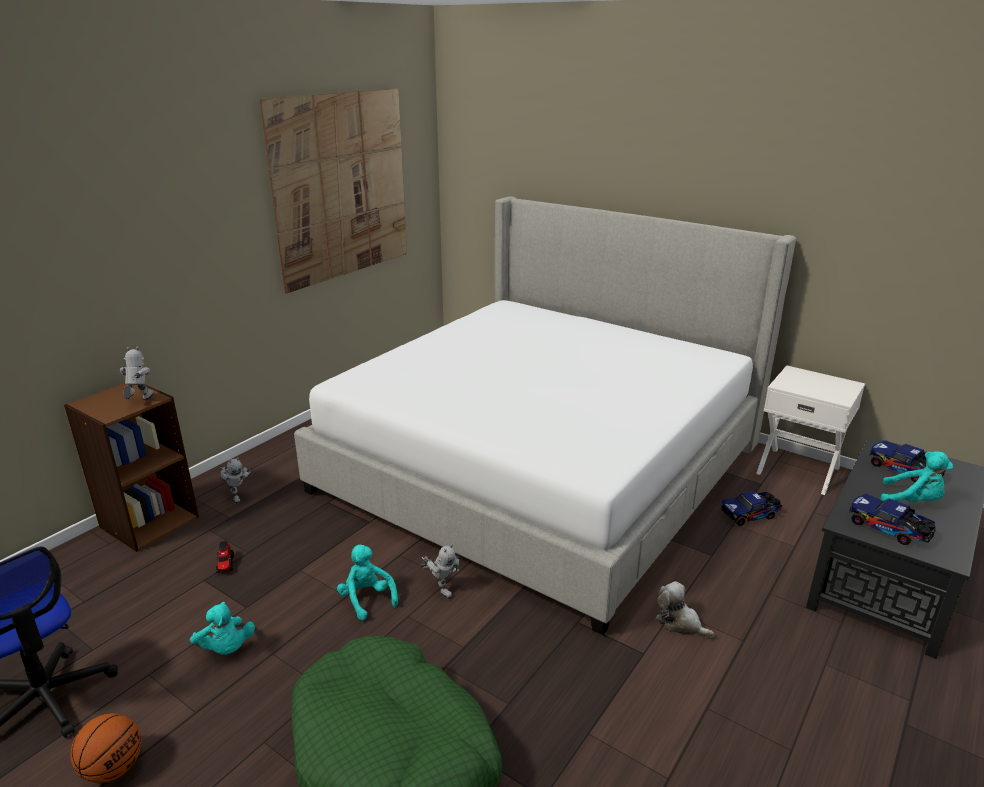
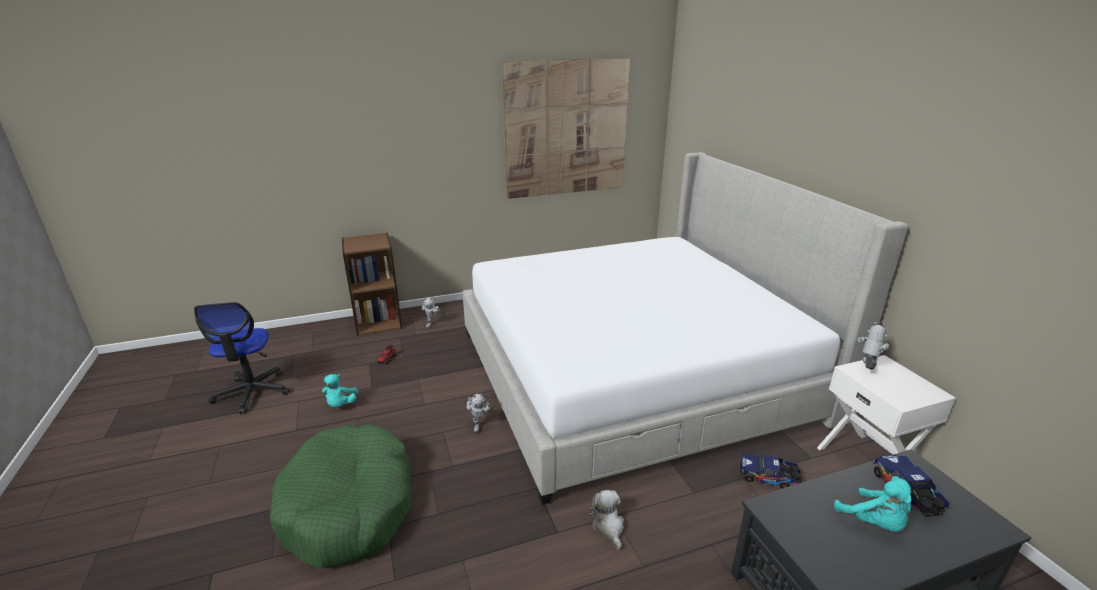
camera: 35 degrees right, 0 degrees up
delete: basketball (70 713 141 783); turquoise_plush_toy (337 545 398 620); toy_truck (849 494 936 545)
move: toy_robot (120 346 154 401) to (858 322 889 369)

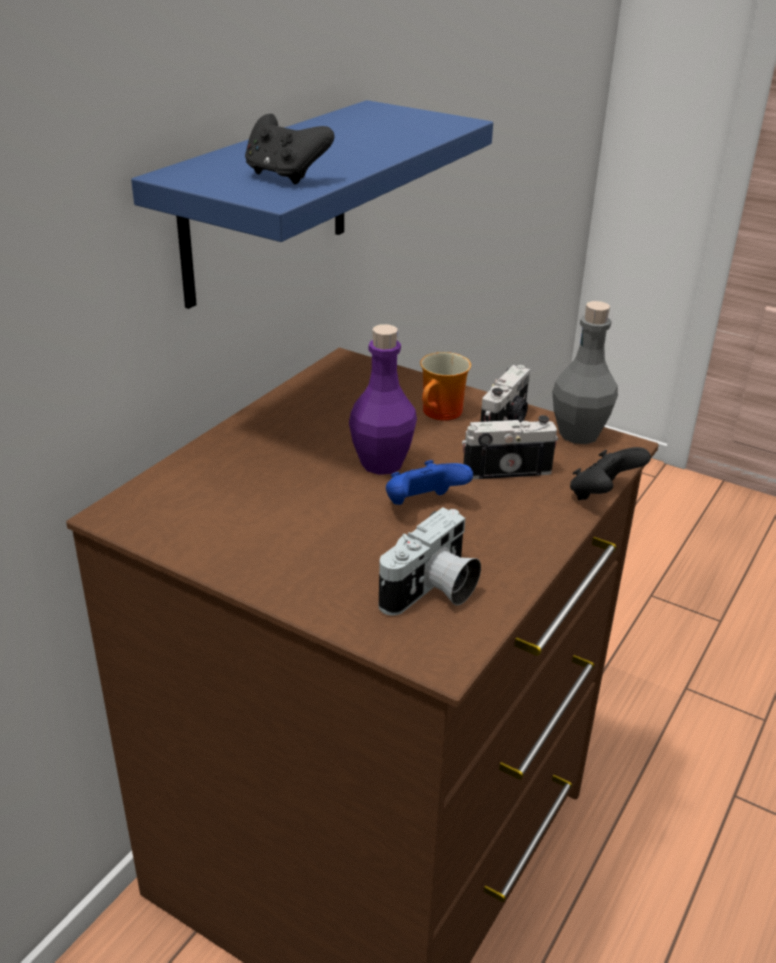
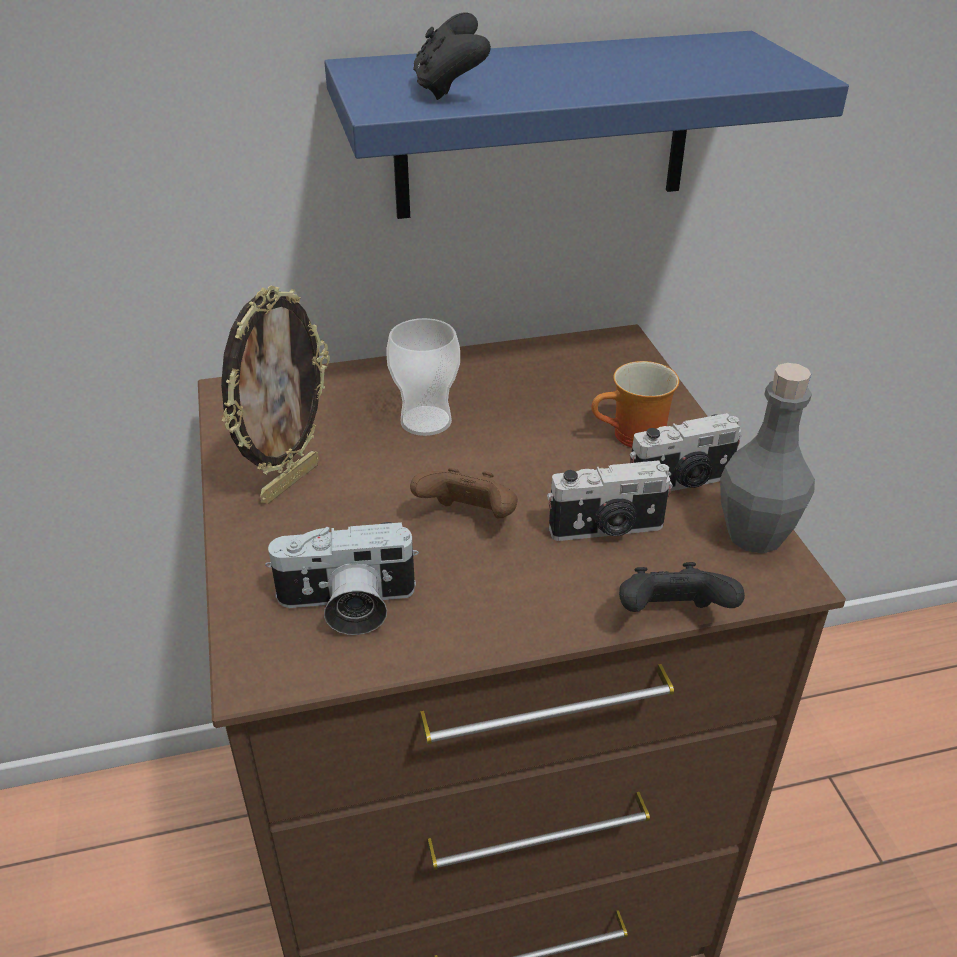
camera: 45 degrees right, 5 degrees up
delete: purple_bottle (349 324 417 475)
insert: picture_frame (221 286 330 504); cup (386 318 460 436)
recolor: blue_game_controller (386 460 473 505) to brown_game_controller (410 468 518 518)
rotate: photo_camera (462 415 558 479) = (547 460 673 541) 135 degrees clockwise

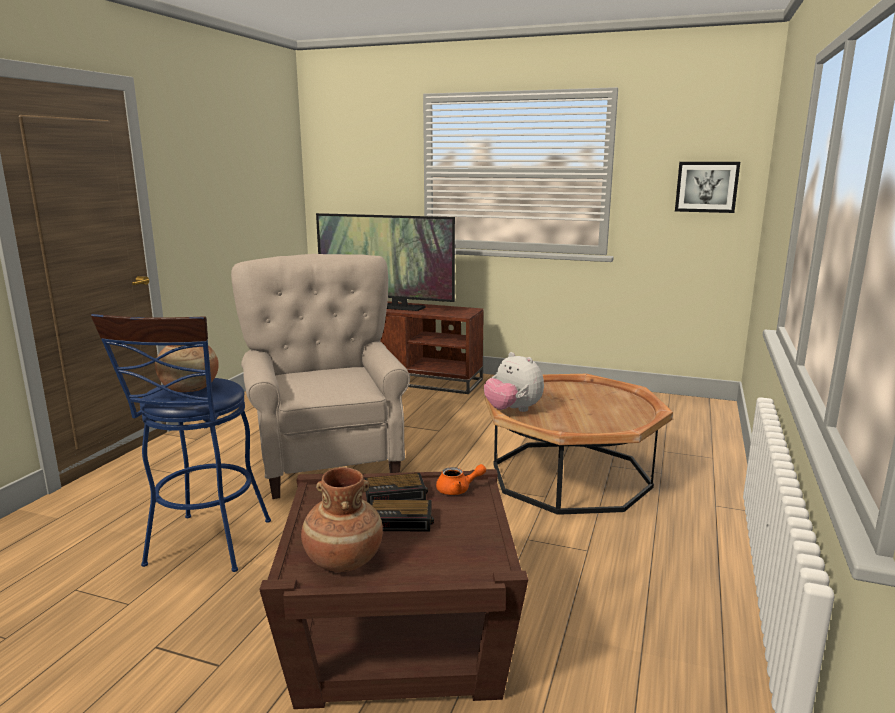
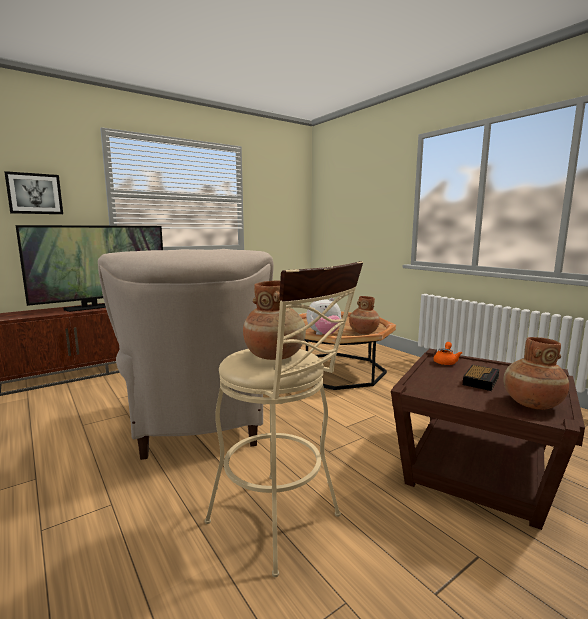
camera: 55 degrees left, 5 degrees down
delete: alarm_clock (365 473 428 504)
insert: brown_vase (349 296 380 334)
move: picture (675 162 740 213) to (4 171 63 214)
recolor: blue_stool (91 314 271 572) to beige_stool (205 261 363 577)
rotate: beige_armchair (231 254 410 499) = (98 249 274 460) 120 degrees counterclockwise

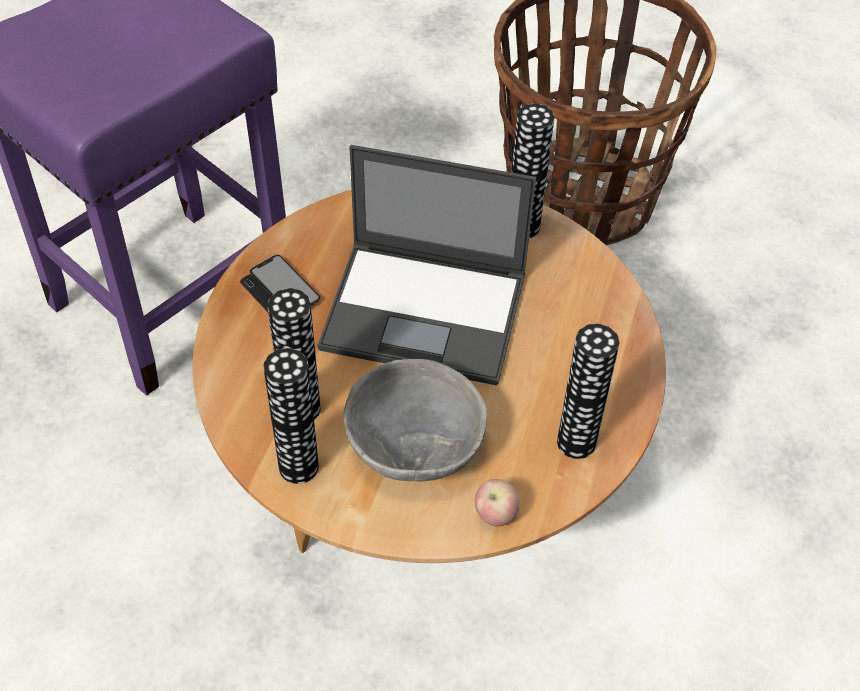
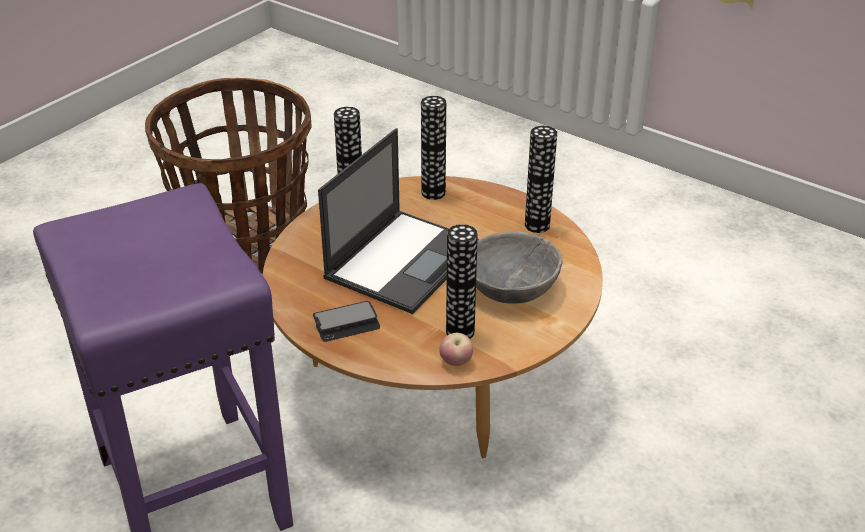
camera: 70 degrees left, 15 degrees down
move: vase (263 348 319 484) to (421 96 446 200); apple (475 479 520 527) to (439 333 473 366)

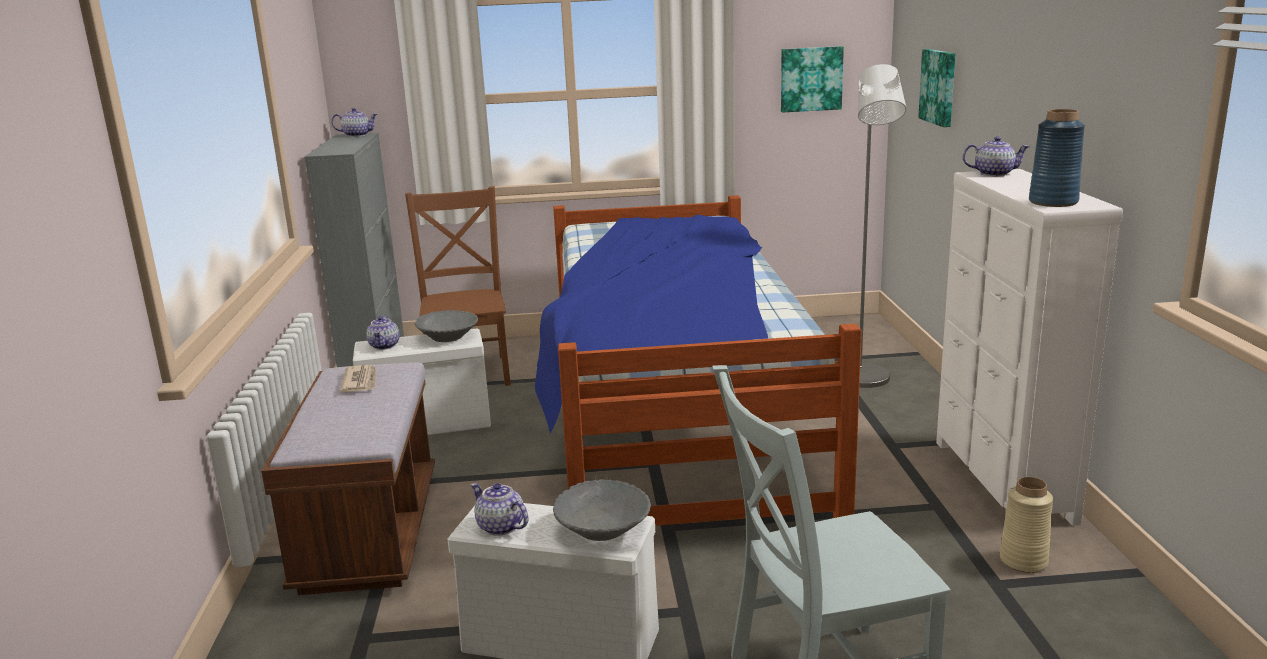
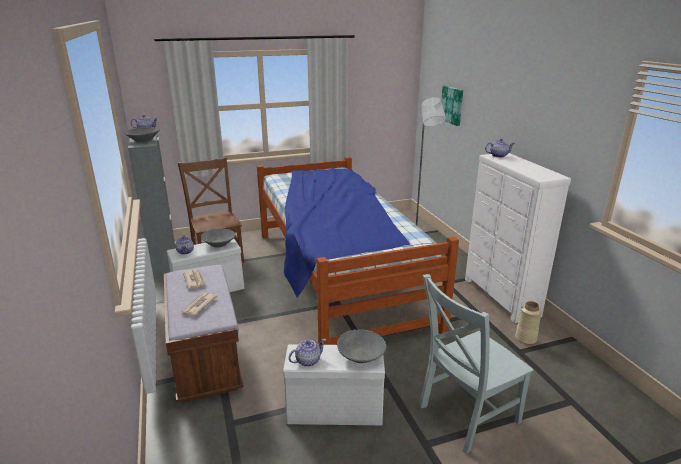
camera: 15 degrees left, 5 degrees up
delete: picture (781 46 844 112); blue_vase (1029 109 1085 207)
insert: grey_bowl (124 127 160 142); newspaper (180 293 217 316)
rotate: teapot (470 483 528 536) = (289 339 326 367) 120 degrees clockwise

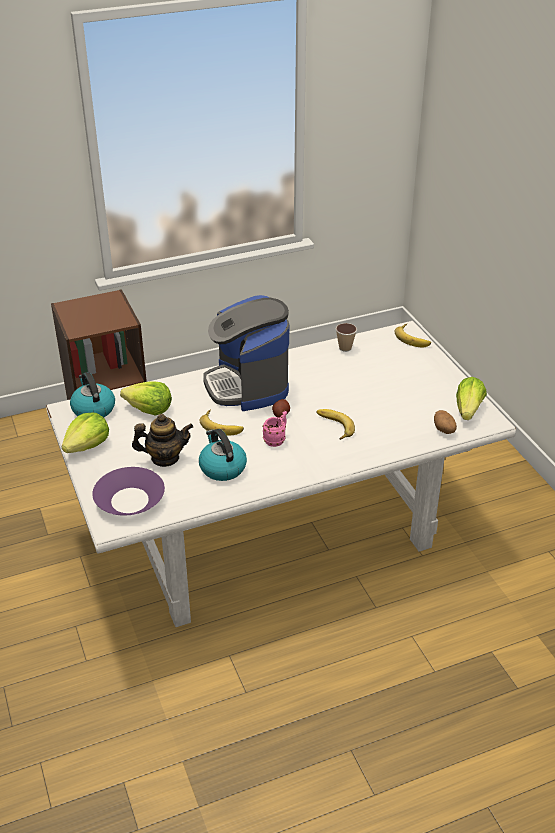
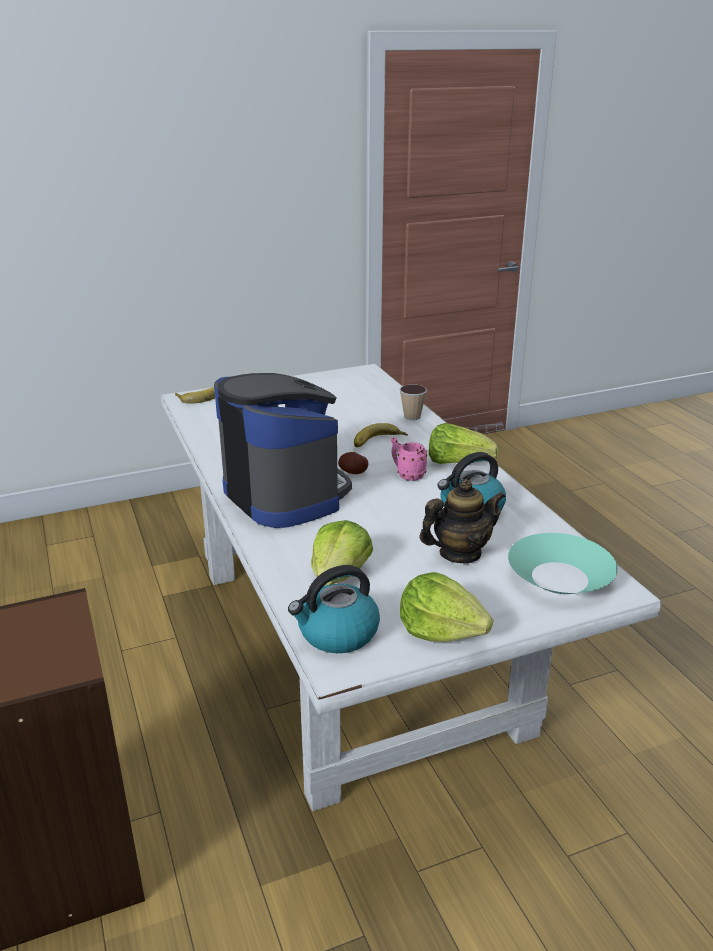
camera: 90 degrees left, 10 degrees down
delete: banana (200 409 244 436); potato (434 410 457 434)
move: cup (336 323 357 352) to (400 384 427 420); lettuce (456 377 487 420) to (429 423 498 464)
recolor: purple_bowl (92 467 165 515) to turquoise_bowl (508 533 618 594)
rotate: teapot (132 414 193 467) = (419 479 506 564) 75 degrees clockwise; coffee_machine (203 295 289 411) = (214 373 352 528) 105 degrees counterclockwise

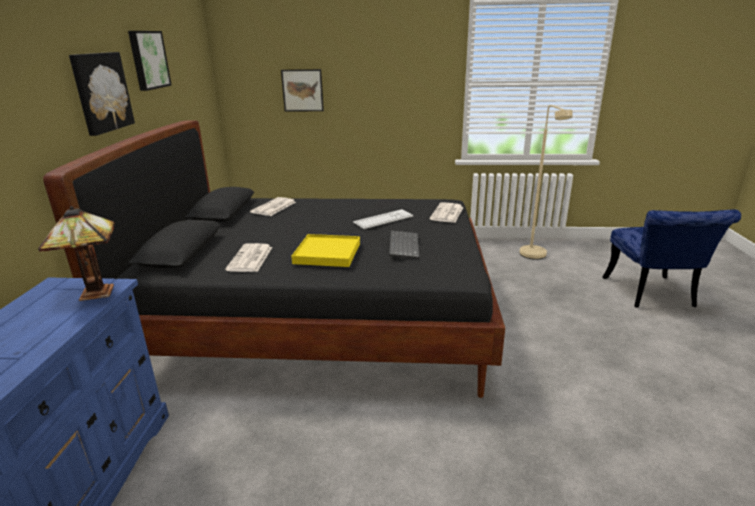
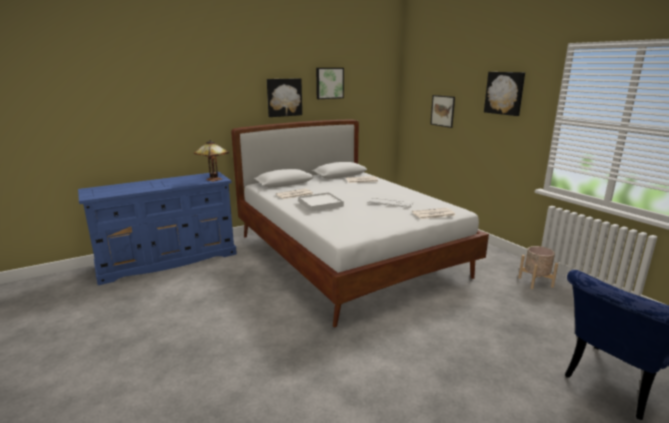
camera: 55 degrees right, 5 degrees down
delete: keyboard (389 231 419 259); beige_floor_lamp (519 105 573 260)
insert: picture (484 72 525 116); beige_planter (518 246 558 289)
recolor: black_bed (43 120 505 398) to white_bed (231 120 489 327); yellow_tray (291 234 360 267) to white_tray (298 192 344 212)

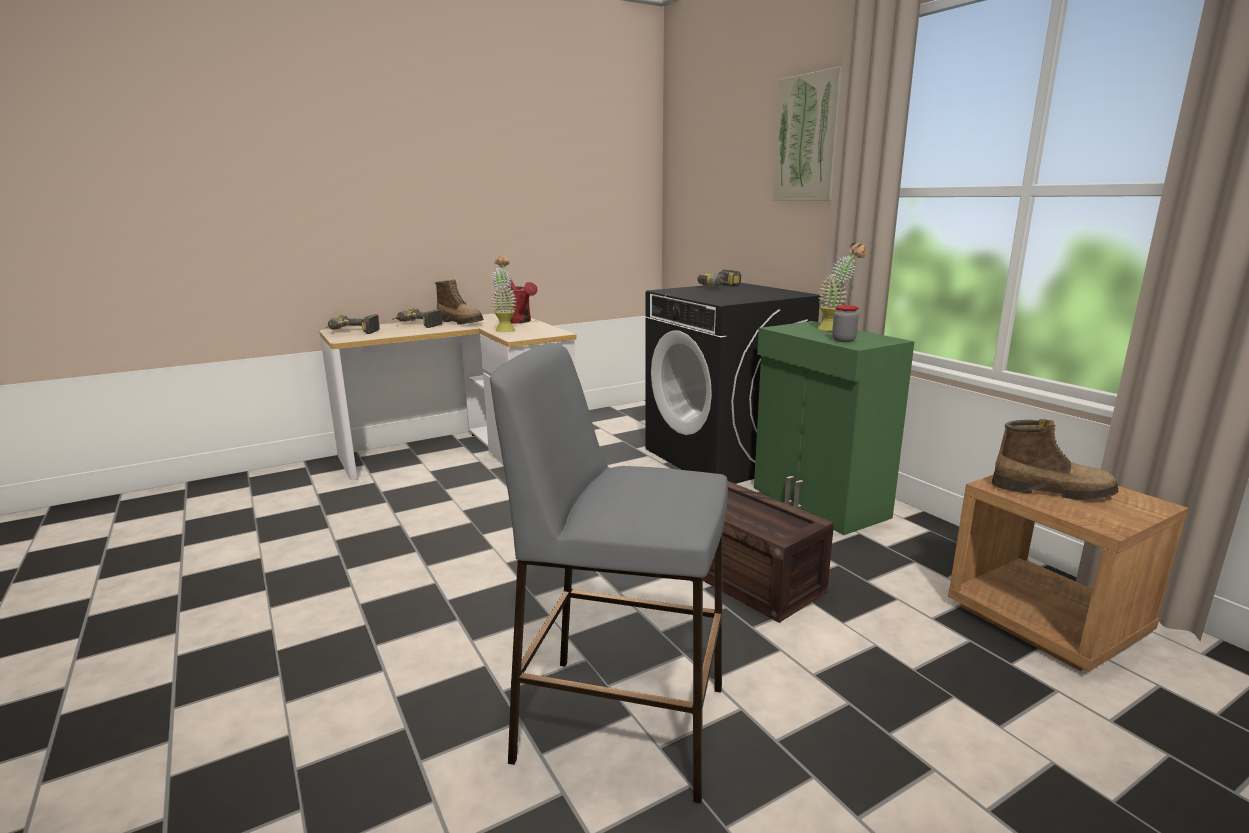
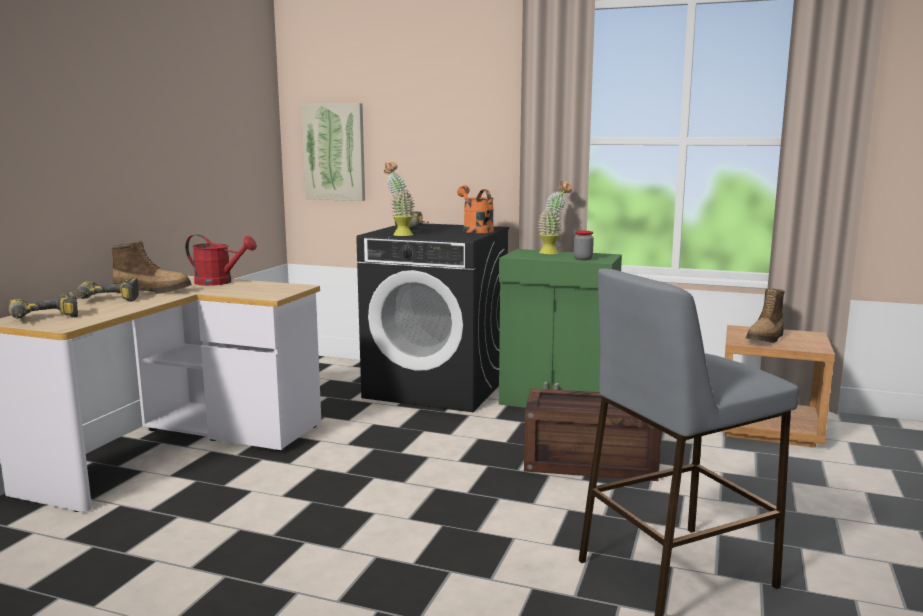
camera: 40 degrees left, 5 degrees down
insert: orange_watering_can (457 185 494 233)
move: potted_plant (491 255 517 332) to (384 162 415 236); picture (773 66 842 200) to (301 103 365 201)
rotate: boot (991 419 1118 500) = (746 289 785 343) 150 degrees clockwise

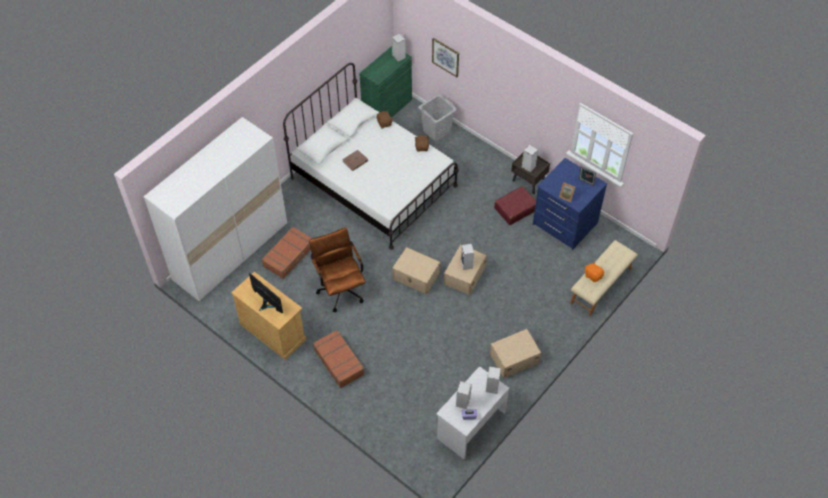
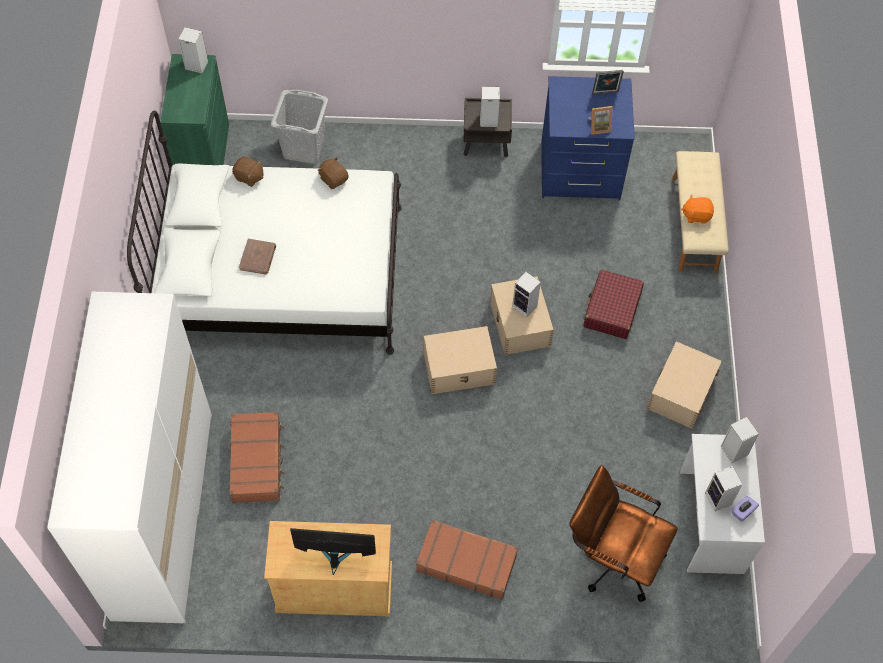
camera: 40 degrees left, 5 degrees up
delete: picture (432 38 459 77)
move: brown_office_chair (309 228 365 312) to (569 465 678 602); red_suitcase (494 186 536 225) to (583 270 644 339)

